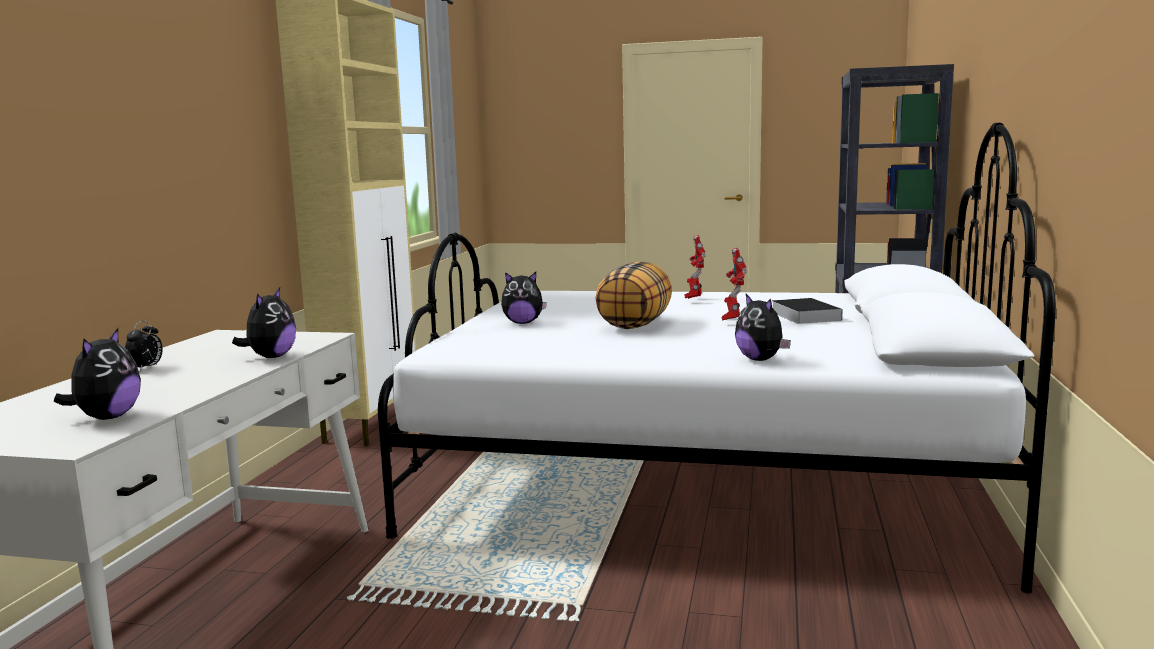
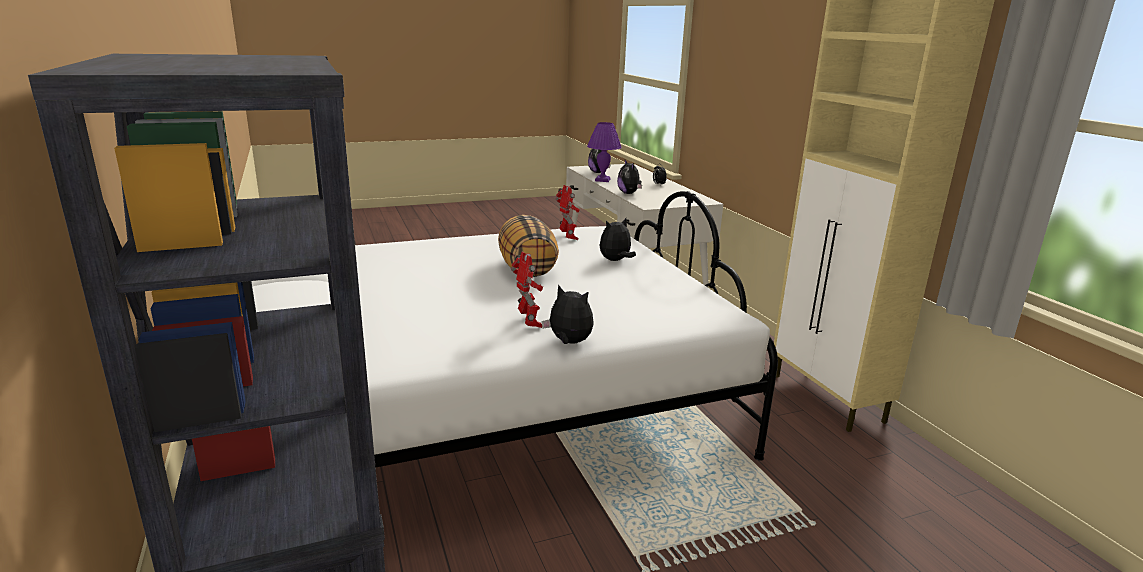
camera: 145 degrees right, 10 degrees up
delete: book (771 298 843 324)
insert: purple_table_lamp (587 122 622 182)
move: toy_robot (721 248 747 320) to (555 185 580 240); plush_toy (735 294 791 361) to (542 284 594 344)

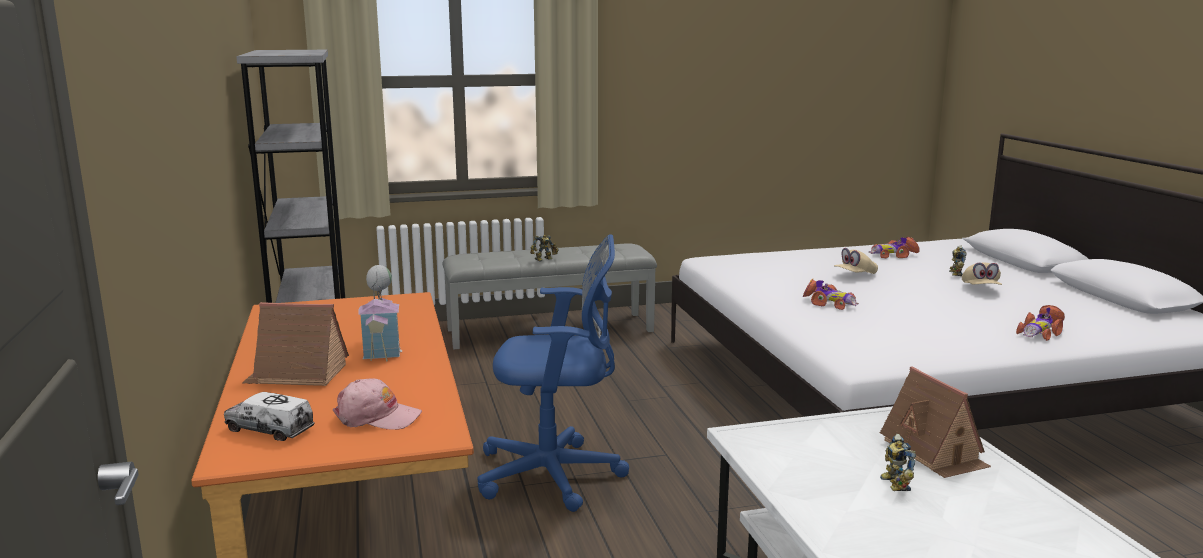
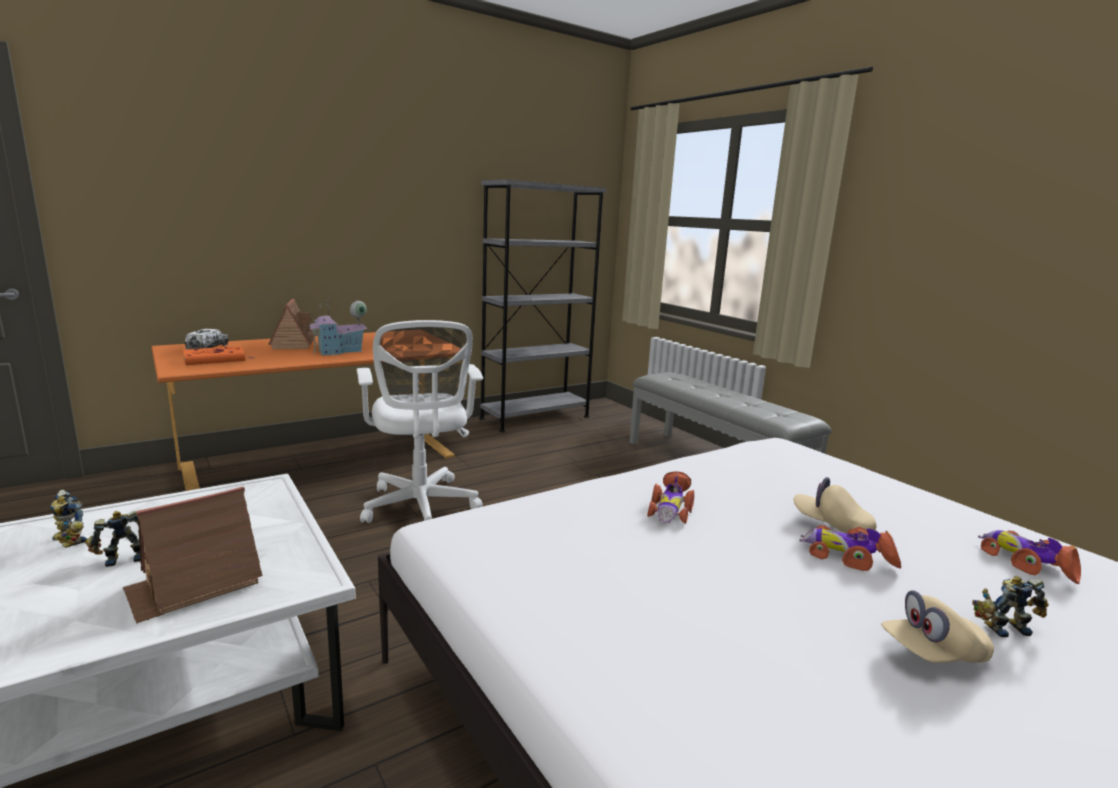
camera: 70 degrees right, 0 degrees up
move: toy_robot (530 235 558 261) to (49 490 88 548); toy_car (1016 305 1065 341) to (799 525 901 571)
replace: pink_cap (333 379 422 430) to orange_book (183 346 255 365)
recolor: blue_office_chair (477 234 629 512) to white_office_chair (357 320 483 523)

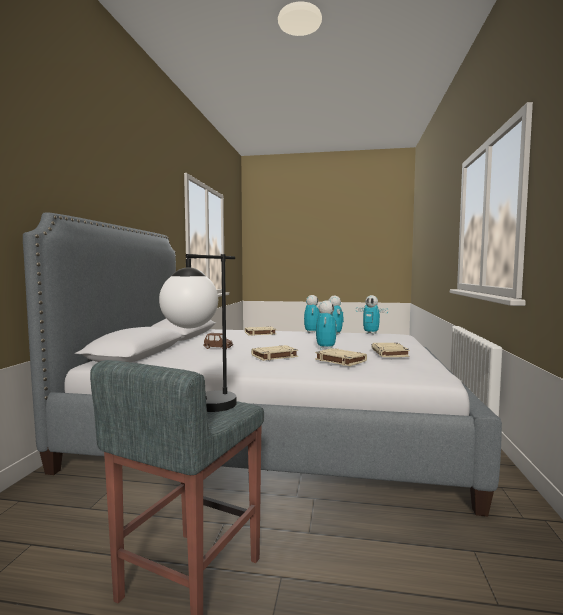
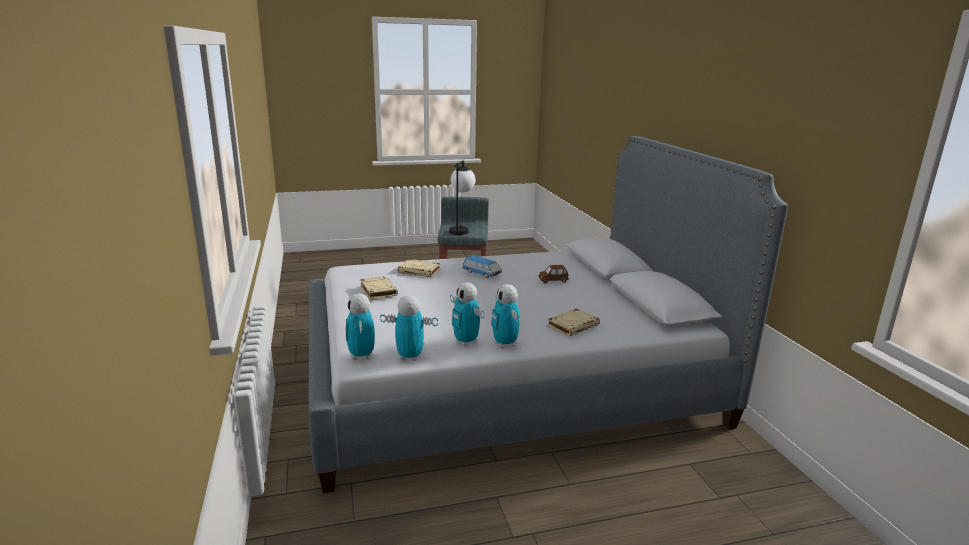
camera: 155 degrees right, 15 degrees up
move: toy_robot (316 300 337 350) to (345 293 375 360)
replace: beige_book (251 345 298 361) to toy_car (463 255 502 278)

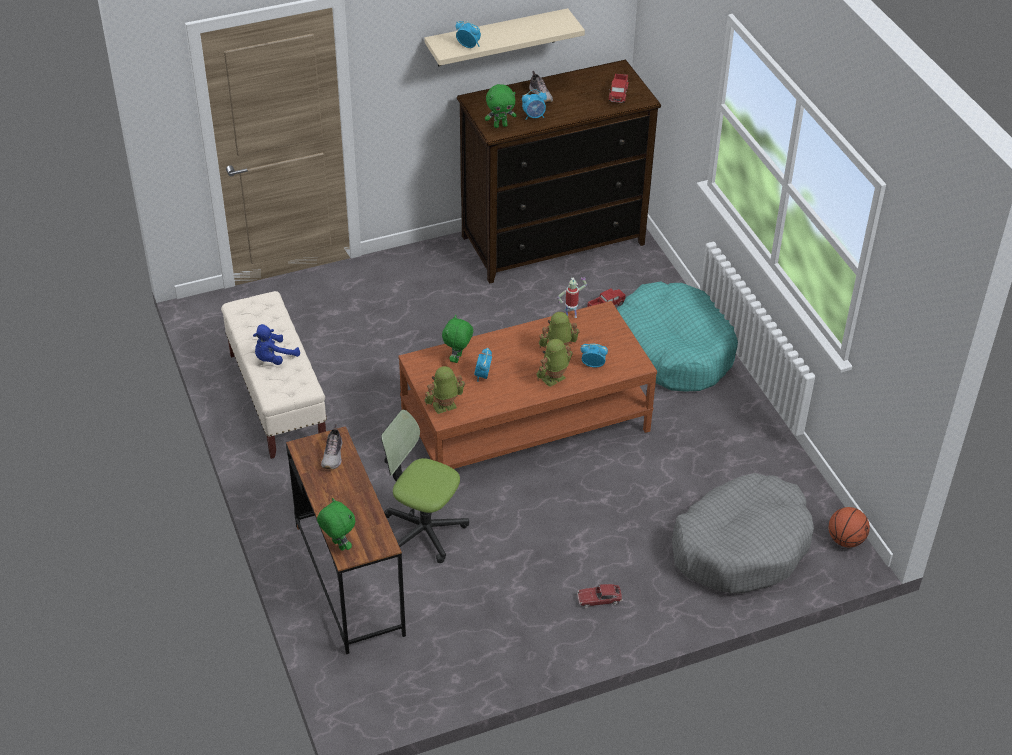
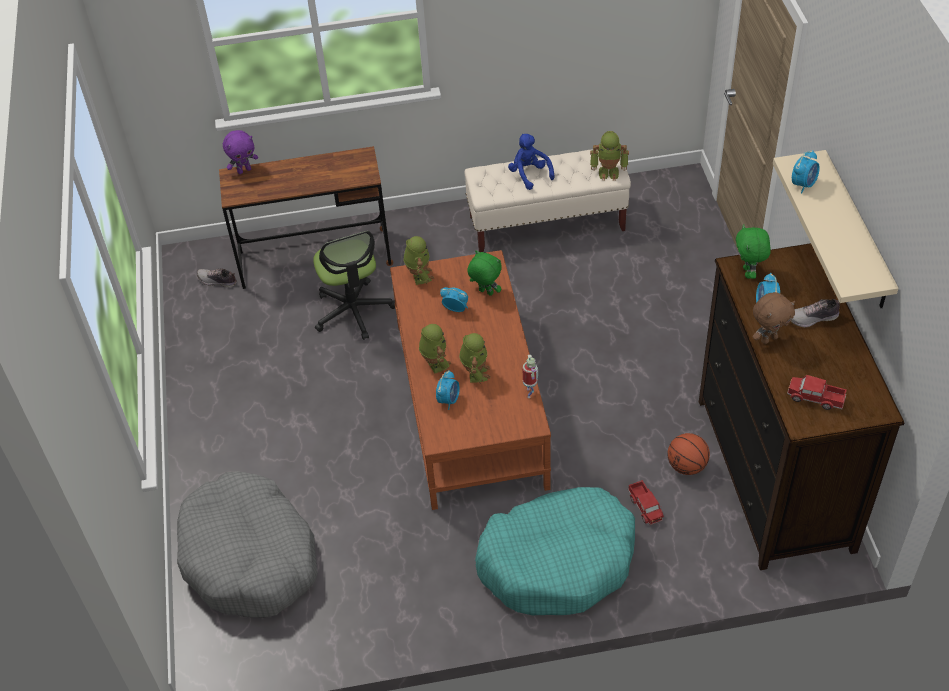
camera: 105 degrees right, 5 degrees up
delete: toy_car (577 584 623 608)
insert: toy_robot (590 131 629 181); brown_plush_toy (753 292 795 344)
move: shoe (321 424 342 469) to (197 268 237 287); basketball (829 507 870 547) to (668 433 710 475)
recolor: green_plush_toy (317 498 355 551) to purple_plush_toy (223 130 258 174)
rotate: office_chair (381 410 469 563) = (313 231 395 340) 120 degrees clockwise

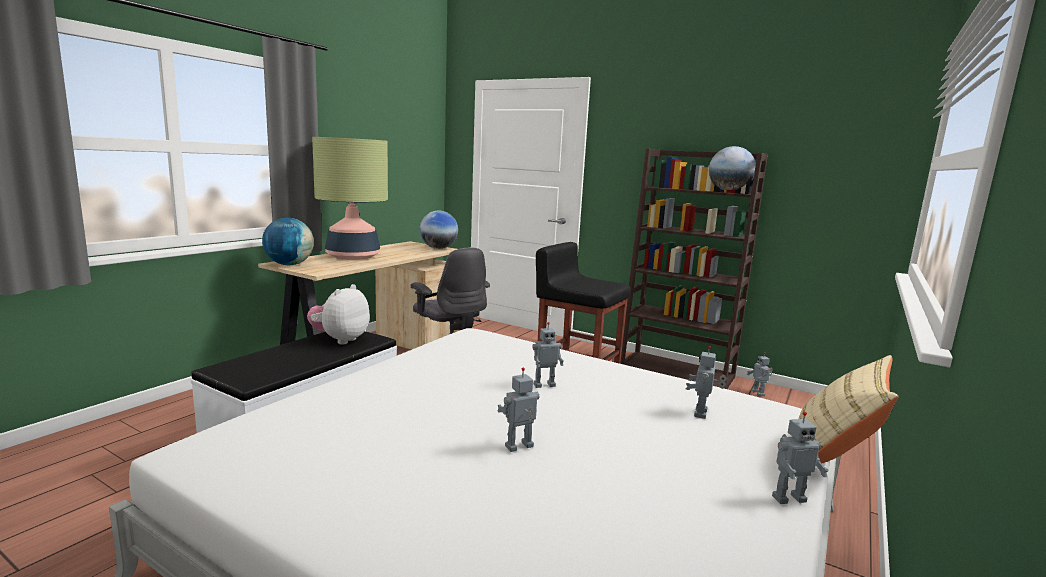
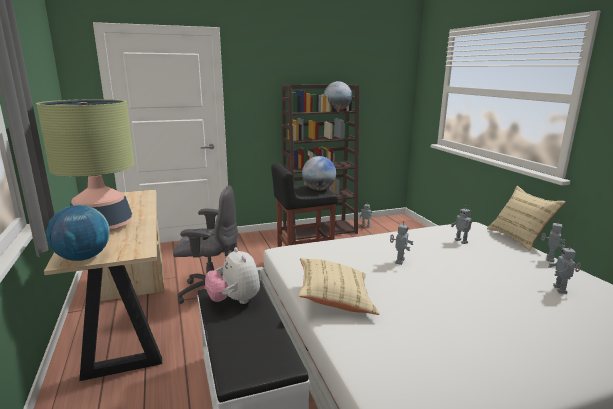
camera: 50 degrees left, 5 degrees up
insert: beige_pillow (299 258 380 315)
move: globe (420 211 458 249) to (302 156 336 190); toy_robot (497 368 539 452) to (548 244 581 294)

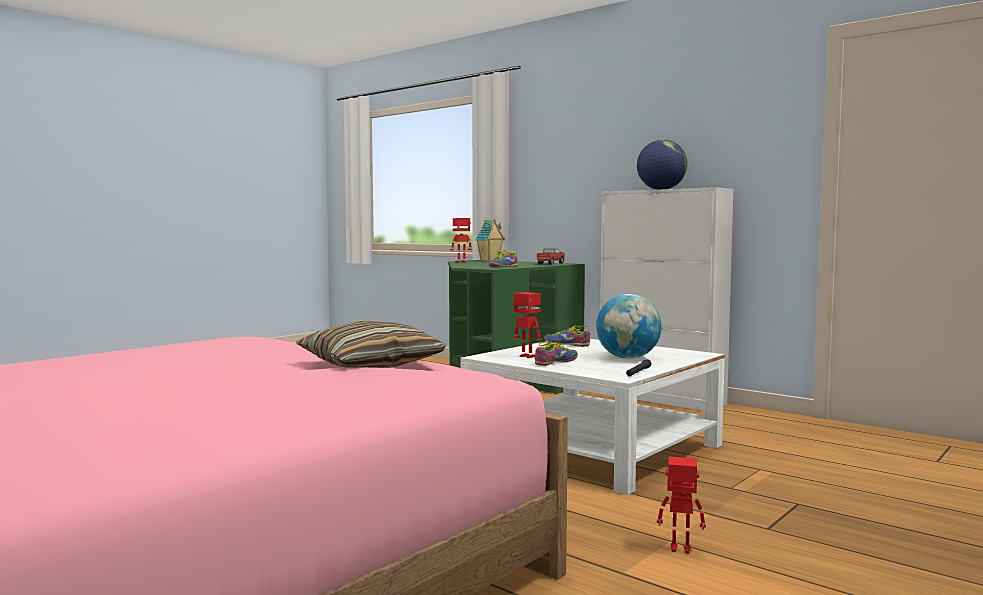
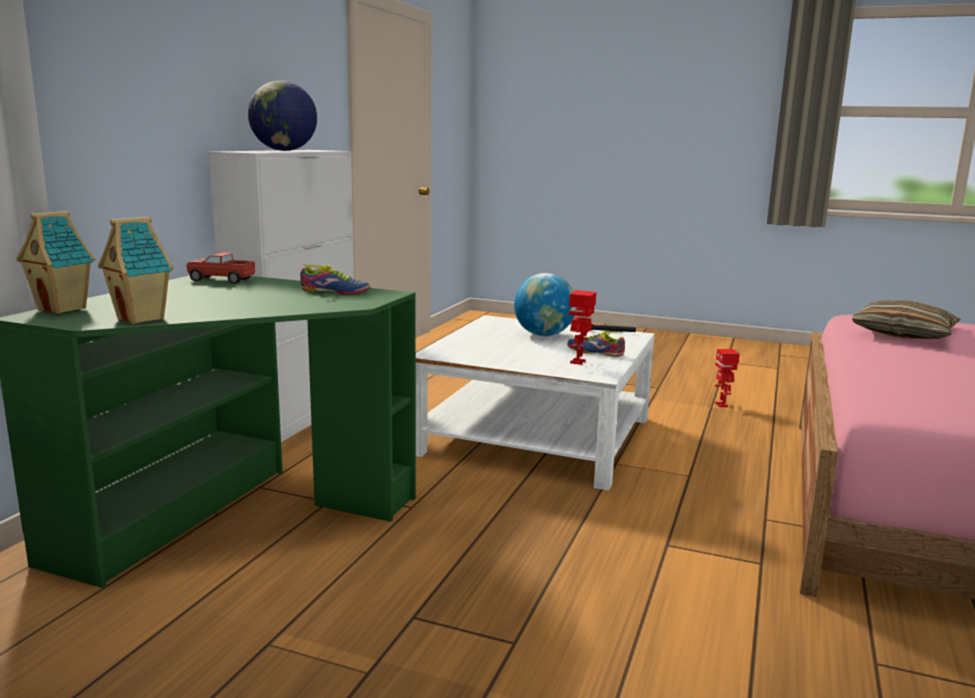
camera: 110 degrees left, 10 degrees up
delete: shoe (544 326 590 347)
replace: toy_robot (450 218 472 262) to toy_house (98 217 174 324)

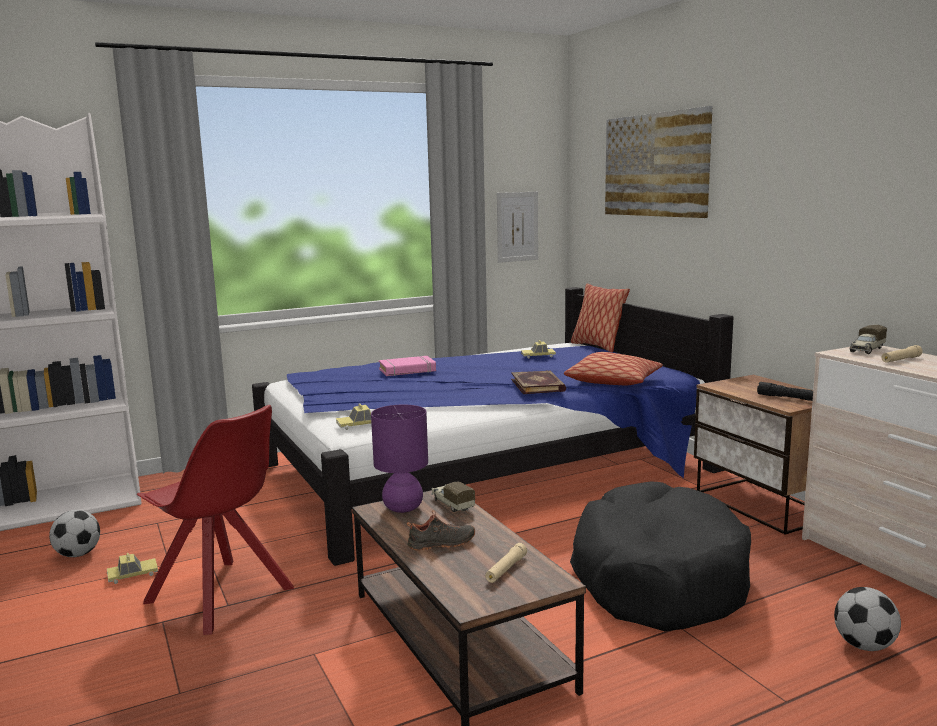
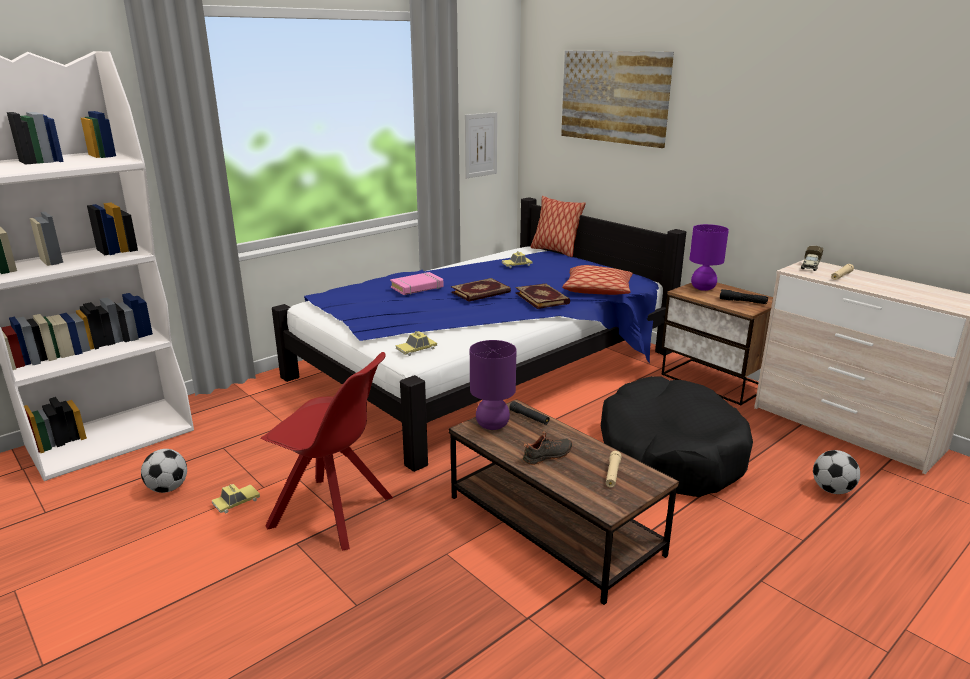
camera: 15 degrees left, 10 degrees up
insert: book (451 278 511 302); purple_table_lamp (690 224 729 291)
replace: toy_truck (431 481 475 512) to black_flashlight (509 401 550 425)

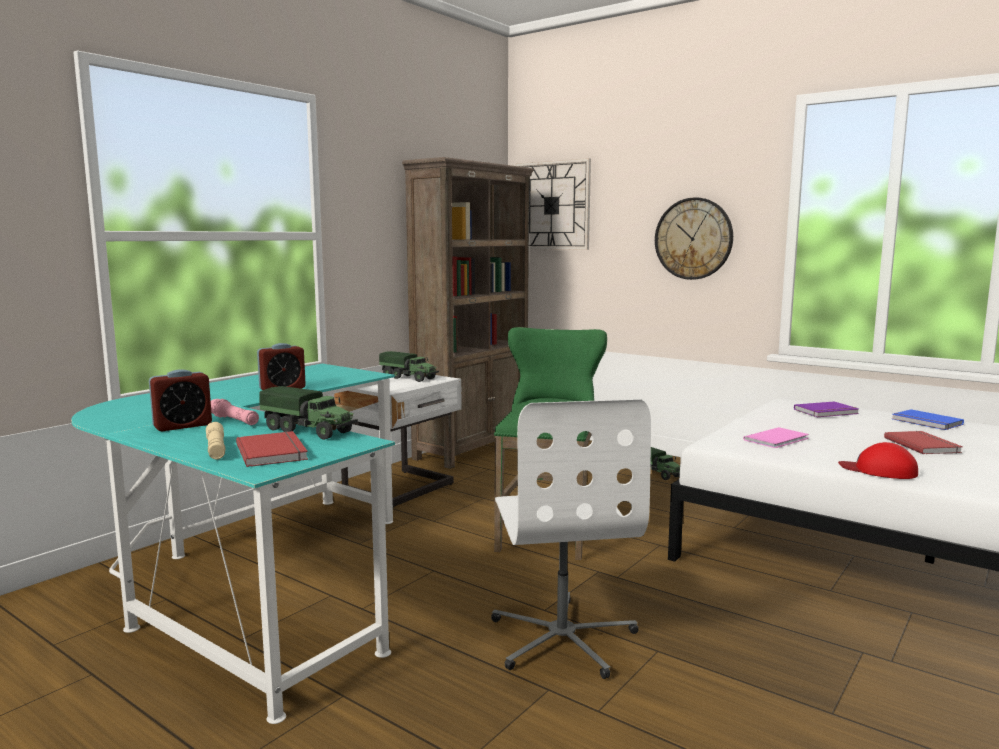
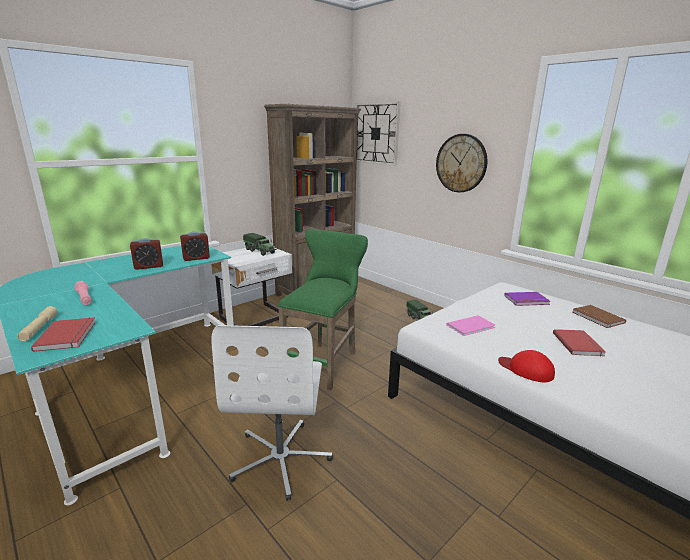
camera: 10 degrees right, 10 degrees up
delete: toy_truck (259 386 358 440)
move: alarm_clock (149 369 212 432) to (180 232 210 261)
recolor: blue_book (892 409 964 430) to brown_book (572 305 626 328)

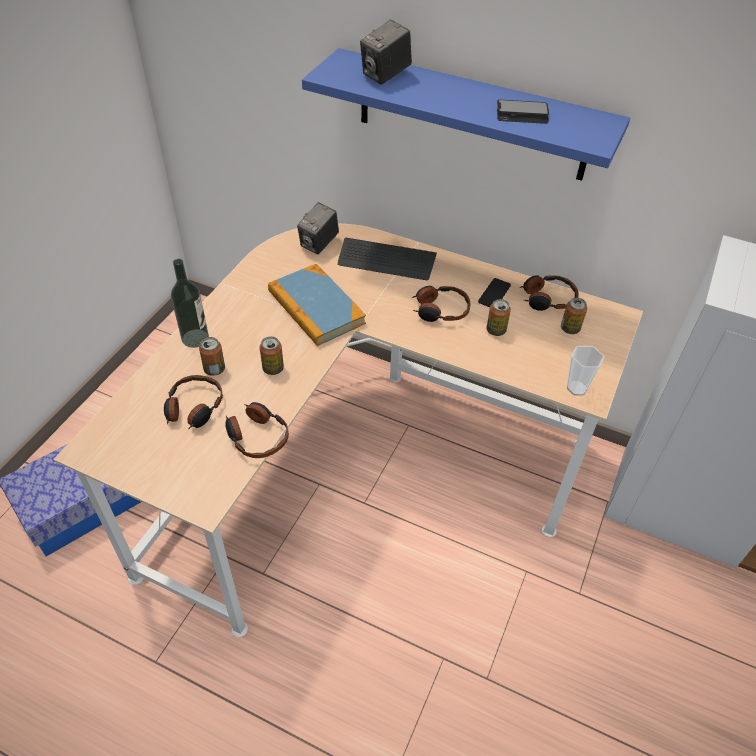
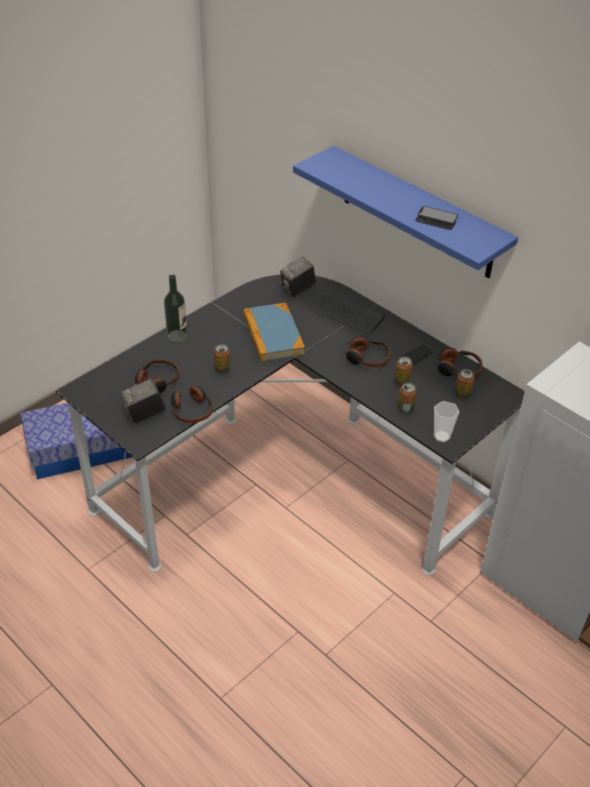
camera: 20 degrees right, 5 degrees down
move: can (199 337 225 376) to (398 382 417 413); photo_camera (360 20 412 85) to (121 378 166 423)
recolor: beige_desk (54 224 643 637) to black_desk (56 274 525 575)

